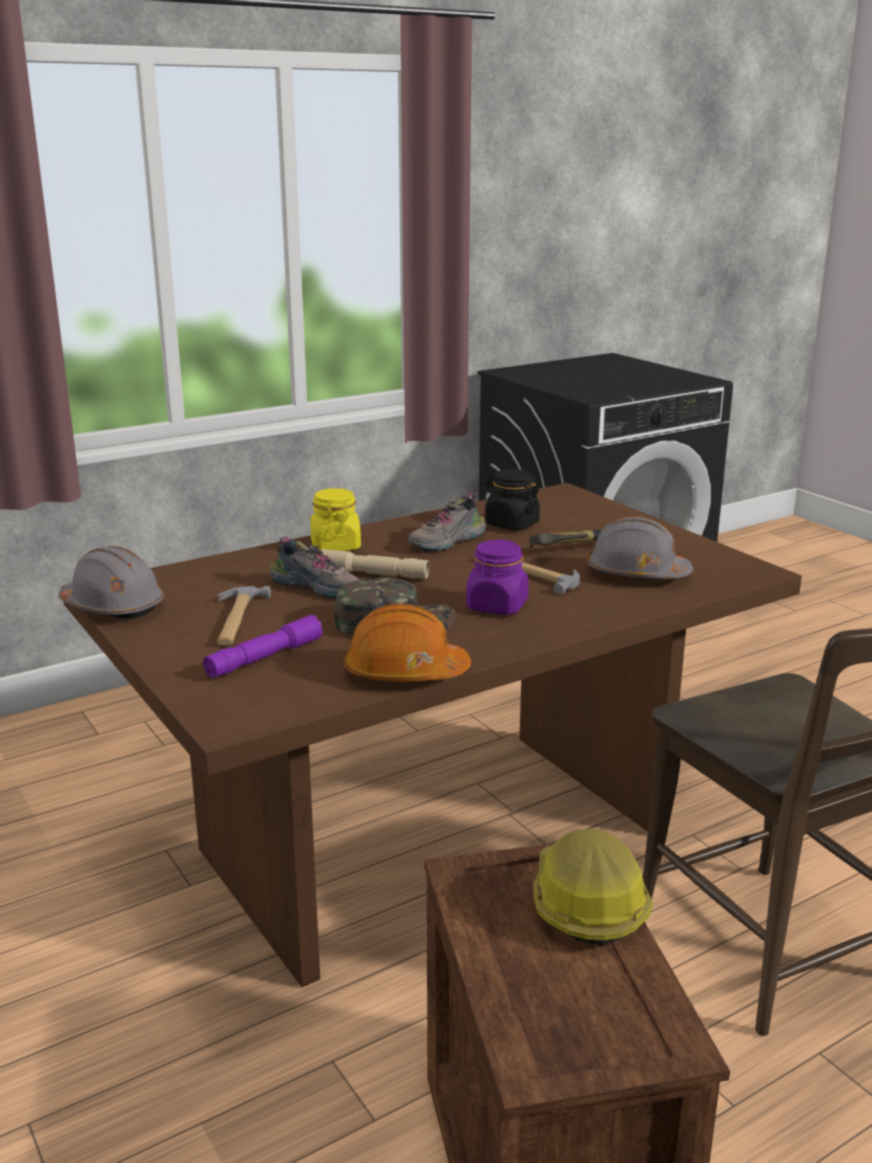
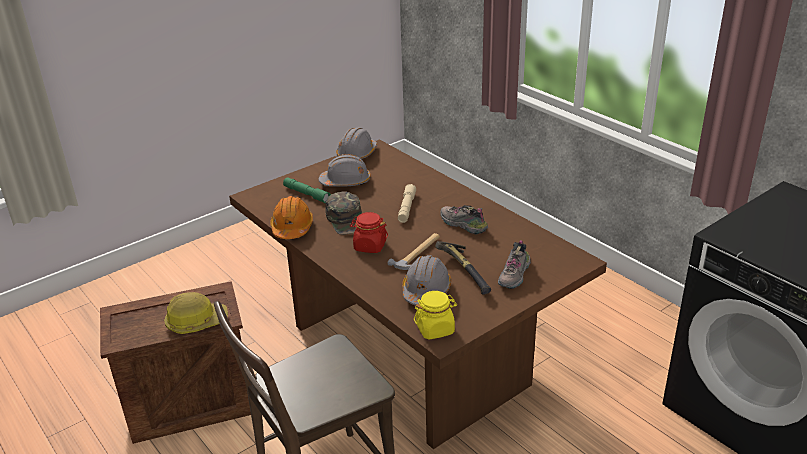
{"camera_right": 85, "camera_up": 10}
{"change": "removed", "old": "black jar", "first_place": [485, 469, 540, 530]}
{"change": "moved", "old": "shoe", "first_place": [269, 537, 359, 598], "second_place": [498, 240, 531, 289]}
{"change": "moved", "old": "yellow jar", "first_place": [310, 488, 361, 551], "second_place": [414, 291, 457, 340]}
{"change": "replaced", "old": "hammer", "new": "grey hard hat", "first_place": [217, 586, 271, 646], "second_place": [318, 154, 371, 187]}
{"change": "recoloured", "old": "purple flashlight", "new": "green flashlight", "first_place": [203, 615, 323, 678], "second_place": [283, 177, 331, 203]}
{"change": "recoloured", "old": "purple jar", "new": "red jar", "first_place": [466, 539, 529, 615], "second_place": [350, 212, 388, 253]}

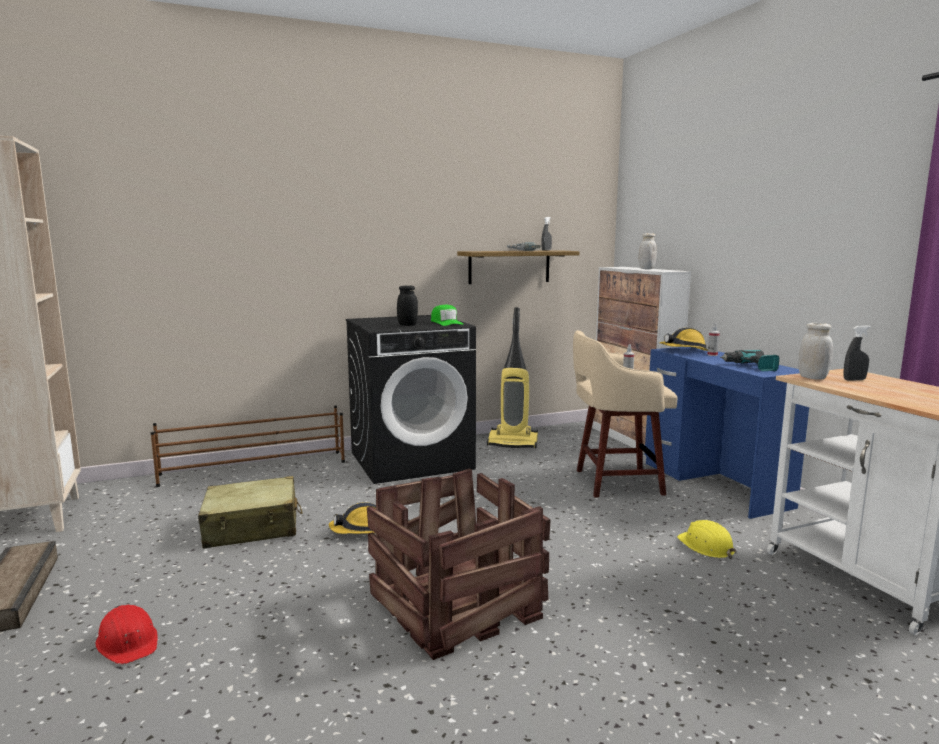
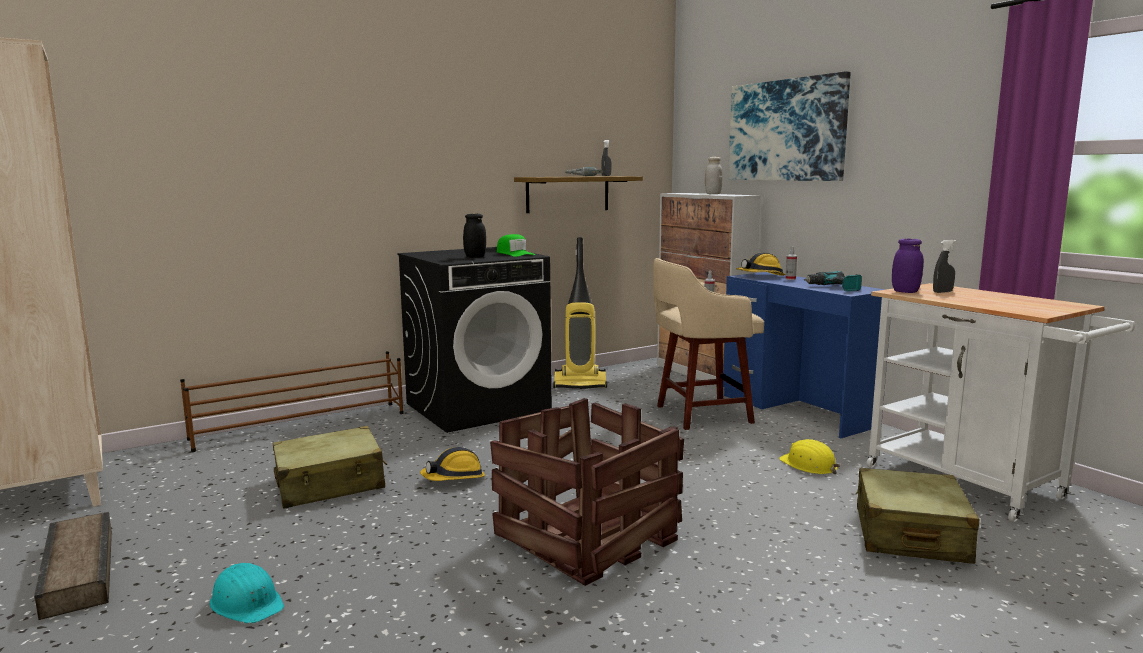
{"camera_right": -10, "camera_up": 0}
{"change": "added", "new": "picture", "second_place": [728, 71, 851, 181]}
{"change": "added", "new": "beige suitcase", "second_place": [855, 468, 979, 564]}
{"change": "recoloured", "old": "red hard hat", "new": "turquoise hard hat", "first_place": [96, 605, 158, 664], "second_place": [209, 563, 284, 624]}
{"change": "recoloured", "old": "white jar", "new": "purple jar", "first_place": [798, 323, 833, 380], "second_place": [892, 239, 924, 293]}

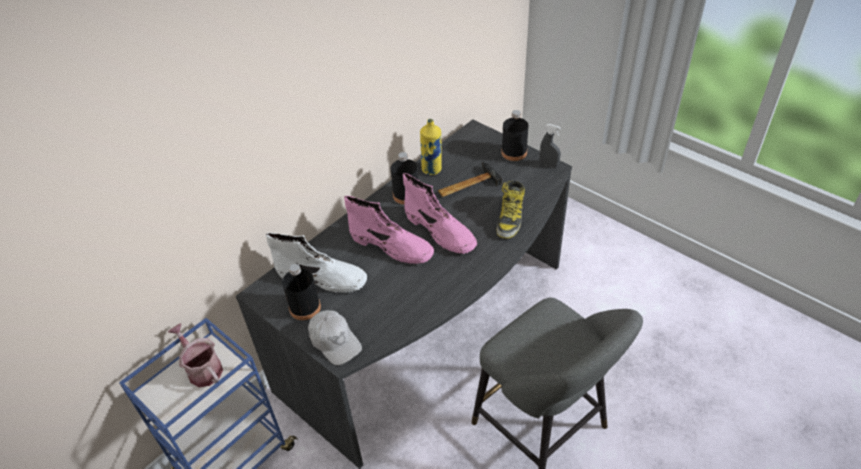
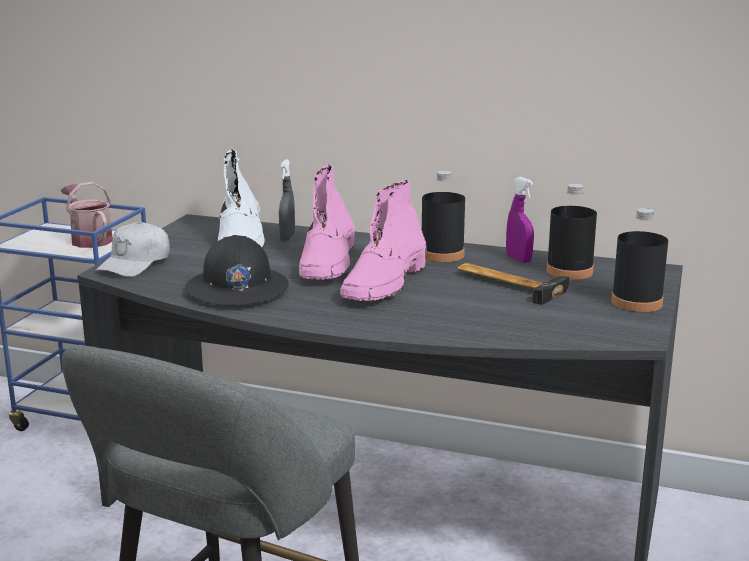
{"camera_right": 65, "camera_up": -25}
{"change": "removed", "old": "boot", "first_place": [497, 181, 525, 239]}
{"change": "added", "new": "black hard hat", "second_place": [185, 235, 289, 305]}
{"change": "moved", "old": "black bottle", "first_place": [282, 264, 321, 320], "second_place": [546, 184, 597, 280]}
{"change": "moved", "old": "grey spray bottle", "first_place": [539, 124, 561, 168], "second_place": [279, 159, 295, 241]}
{"change": "replaced", "old": "yellow bottle", "new": "purple spray bottle", "first_place": [420, 119, 442, 175], "second_place": [506, 177, 534, 263]}
{"change": "turned", "old": "watering can", "first_place": [168, 323, 223, 387], "second_place": [61, 182, 113, 248], "degrees": -60}

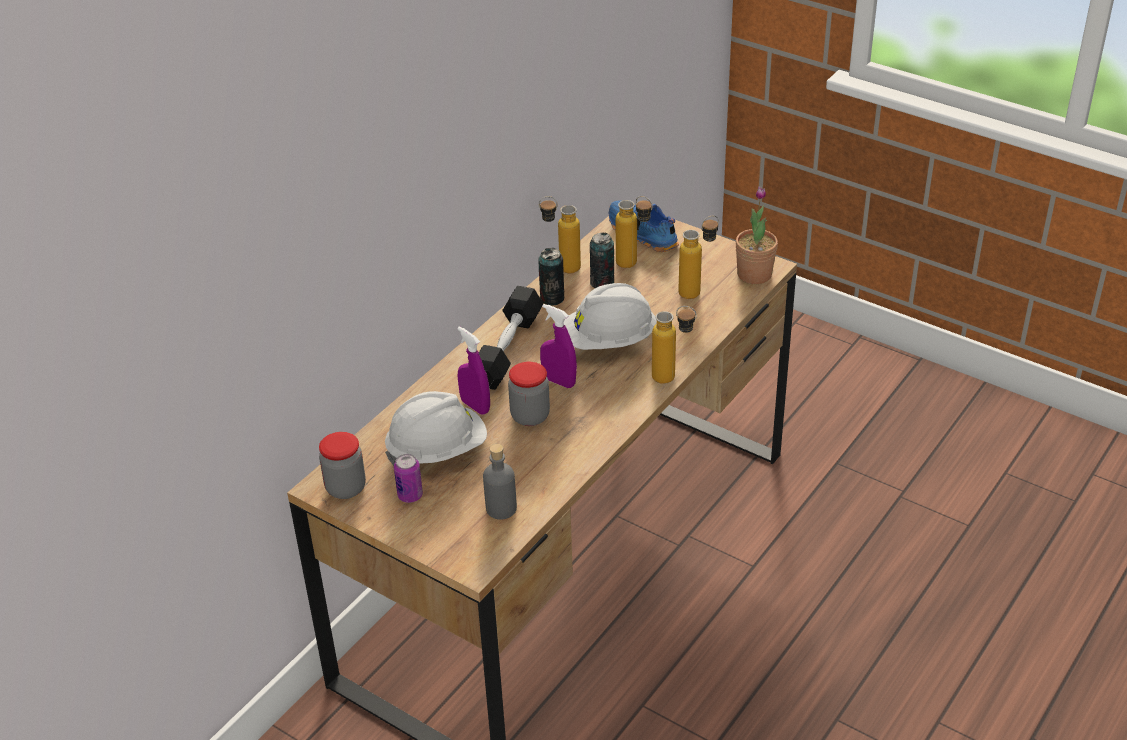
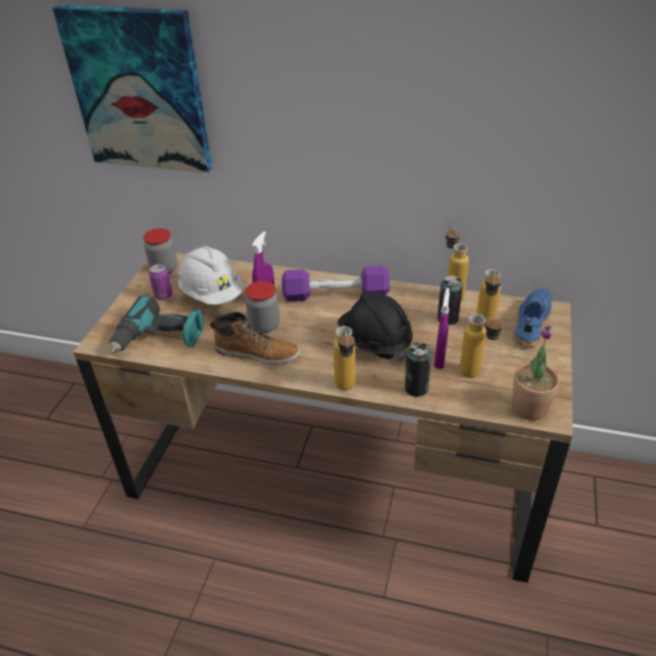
{"camera_right": 70, "camera_up": 0}
{"change": "added", "new": "picture", "second_place": [53, 5, 212, 173]}
{"change": "added", "new": "boot", "second_place": [210, 312, 300, 365]}
{"change": "moved", "old": "can", "first_place": [538, 248, 564, 306], "second_place": [405, 342, 431, 397]}
{"change": "moved", "old": "purple spray bottle", "first_place": [540, 304, 577, 388], "second_place": [434, 288, 450, 369]}
{"change": "replaced", "old": "grey bottle", "new": "power drill", "first_place": [483, 444, 517, 520], "second_place": [109, 295, 204, 353]}
{"change": "recoloured", "old": "black dumbbell", "new": "purple dumbbell", "first_place": [479, 286, 543, 390], "second_place": [282, 266, 390, 302]}
{"change": "recoloured", "old": "white hard hat", "new": "black hard hat", "first_place": [564, 283, 657, 350], "second_place": [338, 291, 413, 362]}

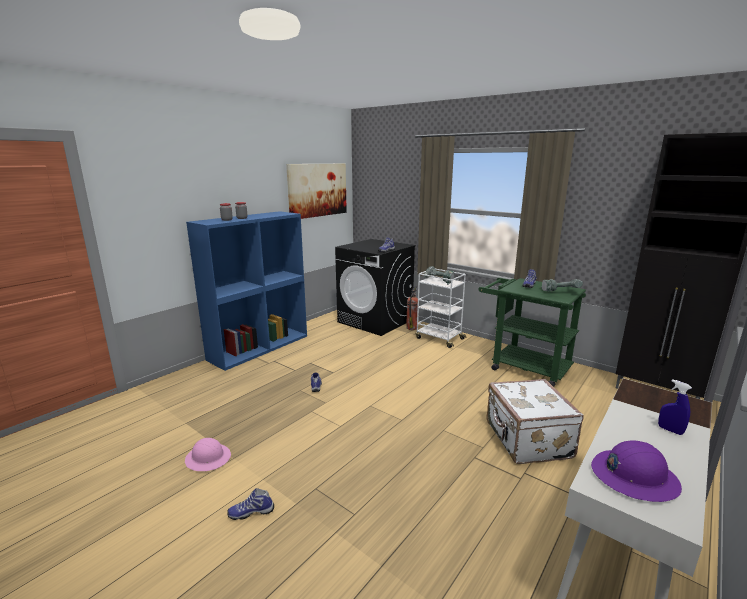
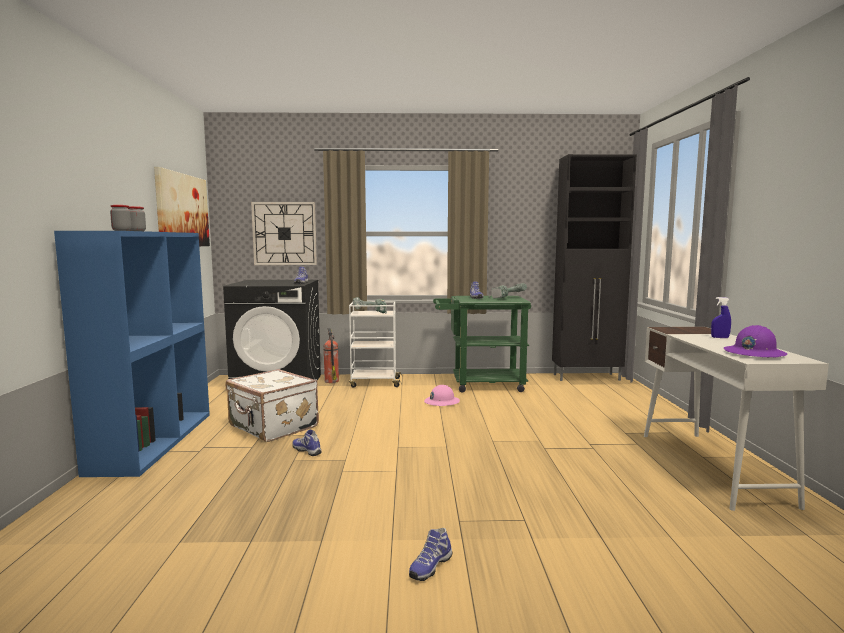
{"camera_right": -40, "camera_up": -10}
{"change": "added", "new": "wall clock", "second_place": [251, 202, 317, 265]}
{"change": "moved", "old": "pink hard hat", "first_place": [185, 438, 231, 471], "second_place": [424, 385, 460, 406]}
{"change": "moved", "old": "white suitcase", "first_place": [487, 379, 584, 464], "second_place": [226, 369, 319, 442]}

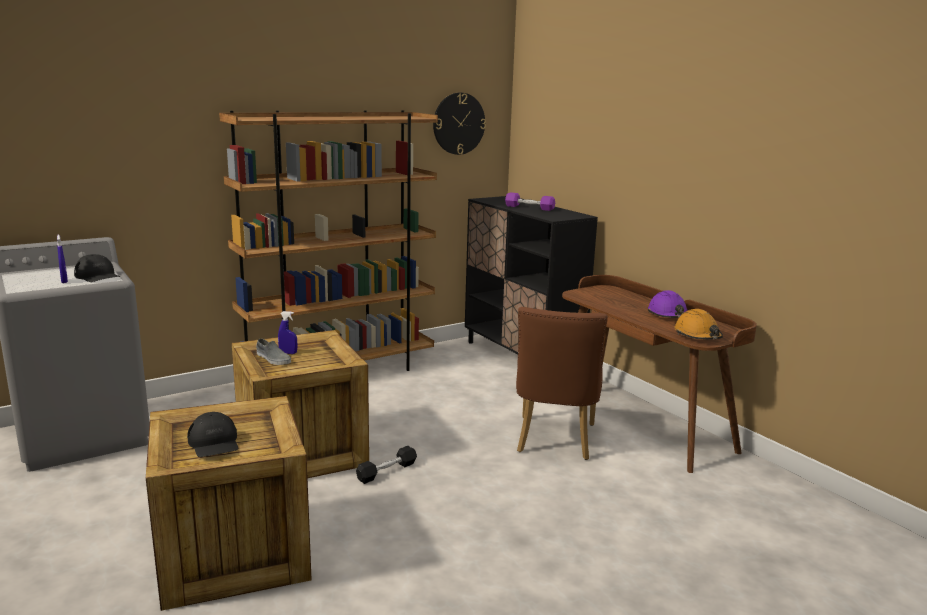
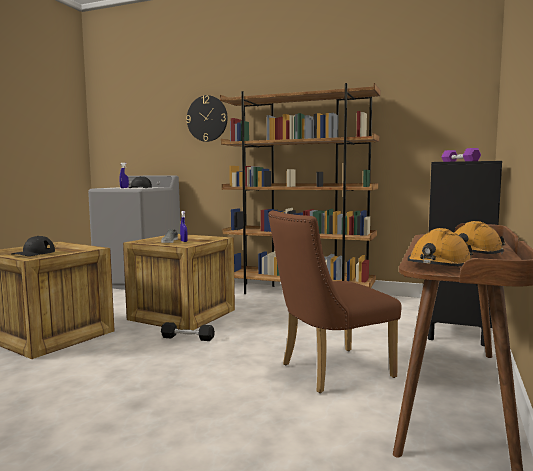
{"camera_right": 55, "camera_up": -10}
{"change": "moved", "old": "wall clock", "first_place": [433, 93, 486, 155], "second_place": [186, 95, 228, 142]}
{"change": "recoloured", "old": "purple hard hat", "new": "orange hard hat", "first_place": [648, 290, 688, 318], "second_place": [455, 221, 505, 255]}

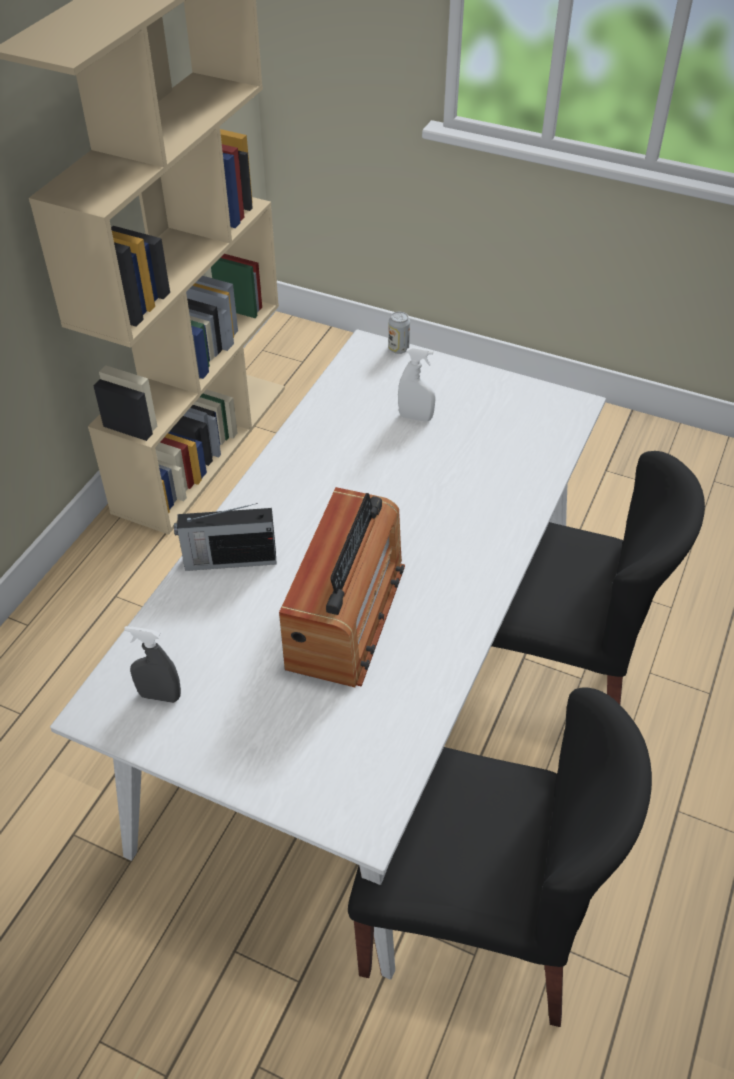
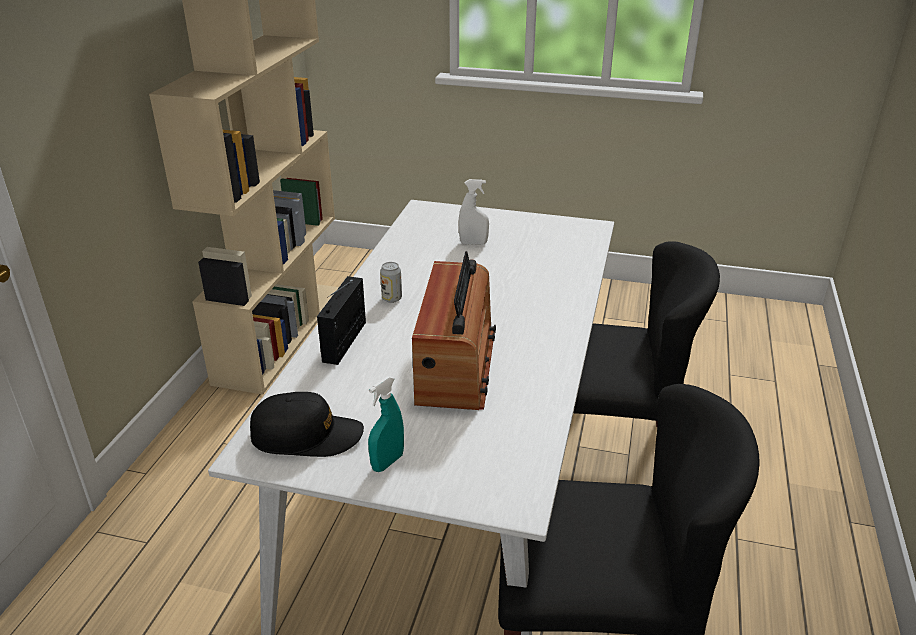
{"camera_right": -10, "camera_up": -15}
{"change": "added", "new": "turquoise spray bottle", "second_place": [368, 377, 404, 472]}
{"change": "moved", "old": "can", "first_place": [388, 312, 410, 354], "second_place": [380, 262, 402, 303]}
{"change": "replaced", "old": "grey spray bottle", "new": "black cap", "first_place": [124, 626, 181, 703], "second_place": [250, 392, 364, 457]}
{"change": "turned", "old": "radio", "first_place": [174, 503, 277, 571], "second_place": [317, 276, 366, 365], "degrees": 120}

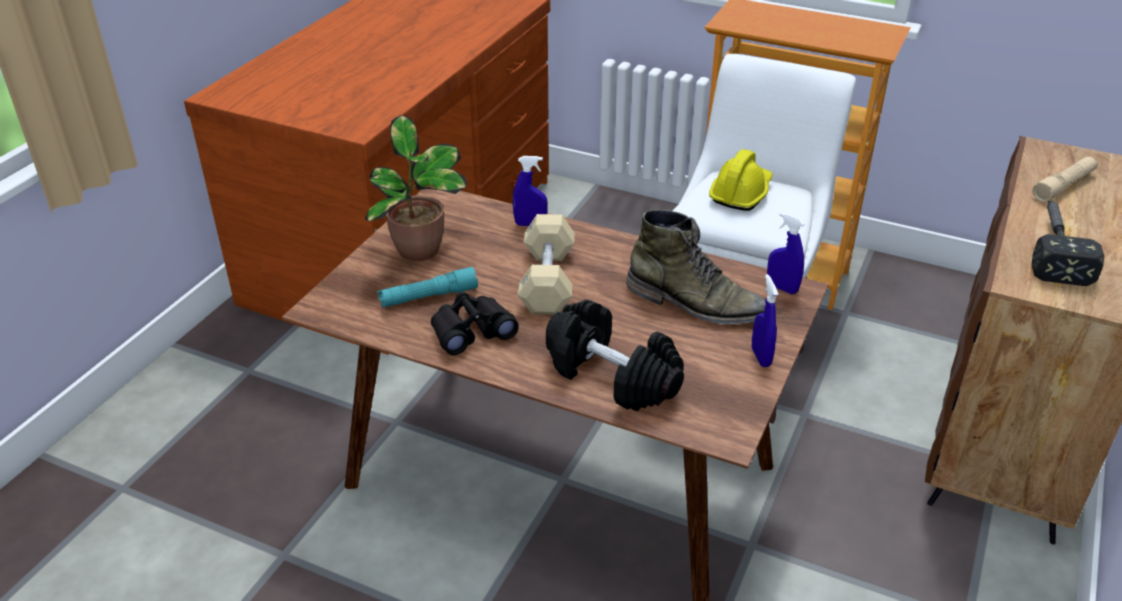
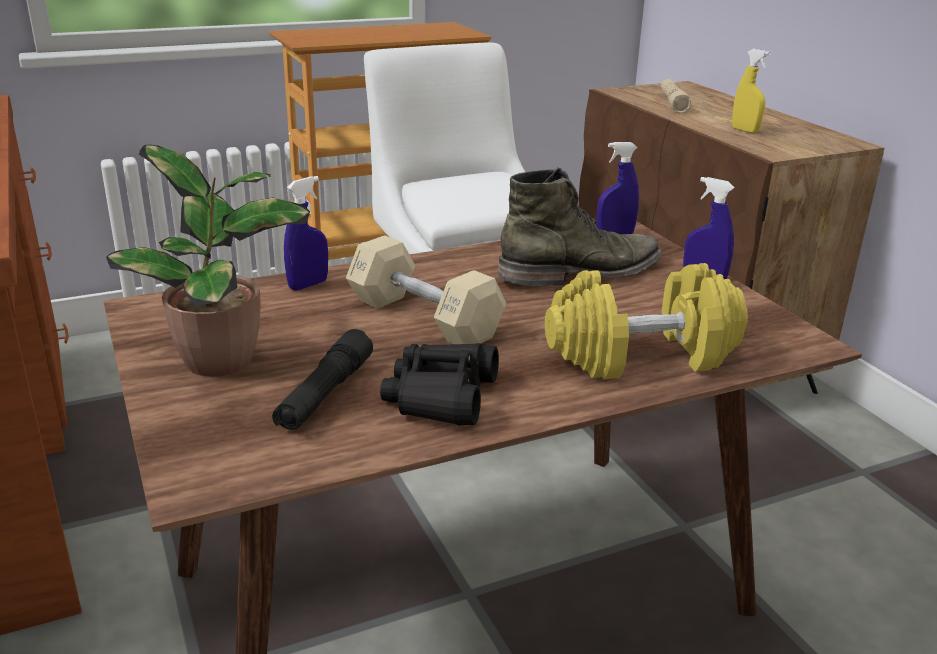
{"camera_right": -50, "camera_up": -10}
{"change": "removed", "old": "yellow hard hat", "first_place": [709, 149, 773, 211]}
{"change": "replaced", "old": "hammer", "new": "yellow spray bottle", "first_place": [1032, 201, 1104, 286], "second_place": [732, 49, 770, 133]}
{"change": "recoloured", "old": "turquoise flashlight", "new": "black flashlight", "first_place": [377, 267, 478, 307], "second_place": [272, 329, 373, 430]}
{"change": "recoloured", "old": "black dumbbell", "new": "yellow dumbbell", "first_place": [546, 299, 684, 411], "second_place": [545, 263, 748, 379]}

